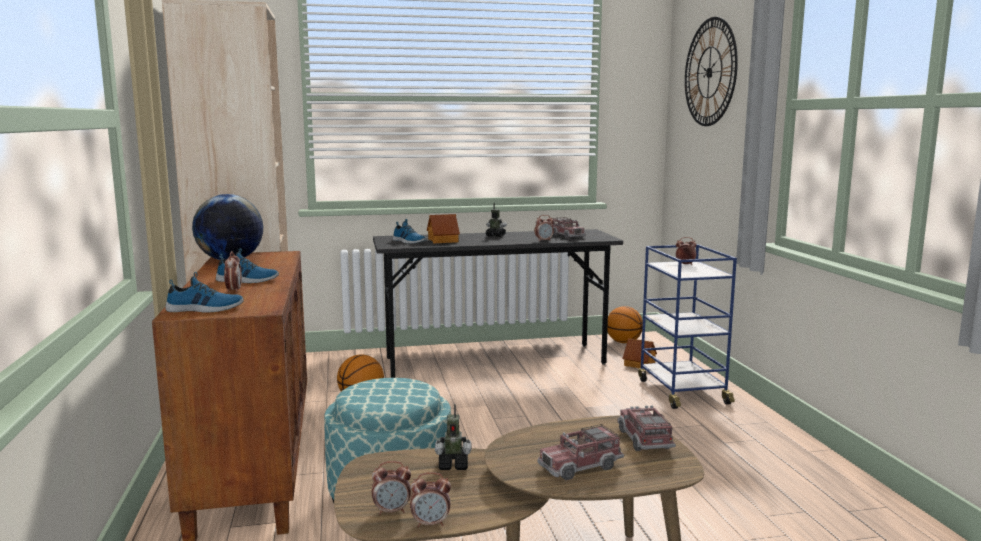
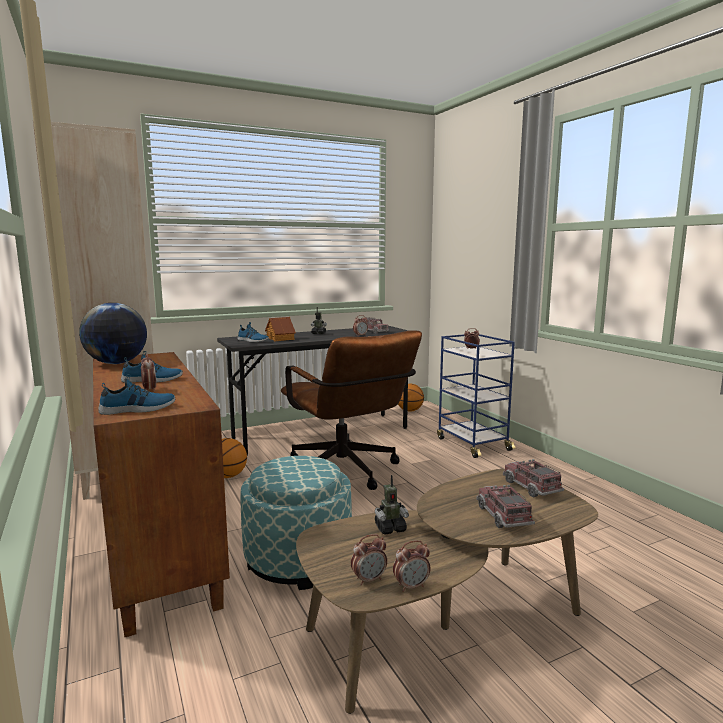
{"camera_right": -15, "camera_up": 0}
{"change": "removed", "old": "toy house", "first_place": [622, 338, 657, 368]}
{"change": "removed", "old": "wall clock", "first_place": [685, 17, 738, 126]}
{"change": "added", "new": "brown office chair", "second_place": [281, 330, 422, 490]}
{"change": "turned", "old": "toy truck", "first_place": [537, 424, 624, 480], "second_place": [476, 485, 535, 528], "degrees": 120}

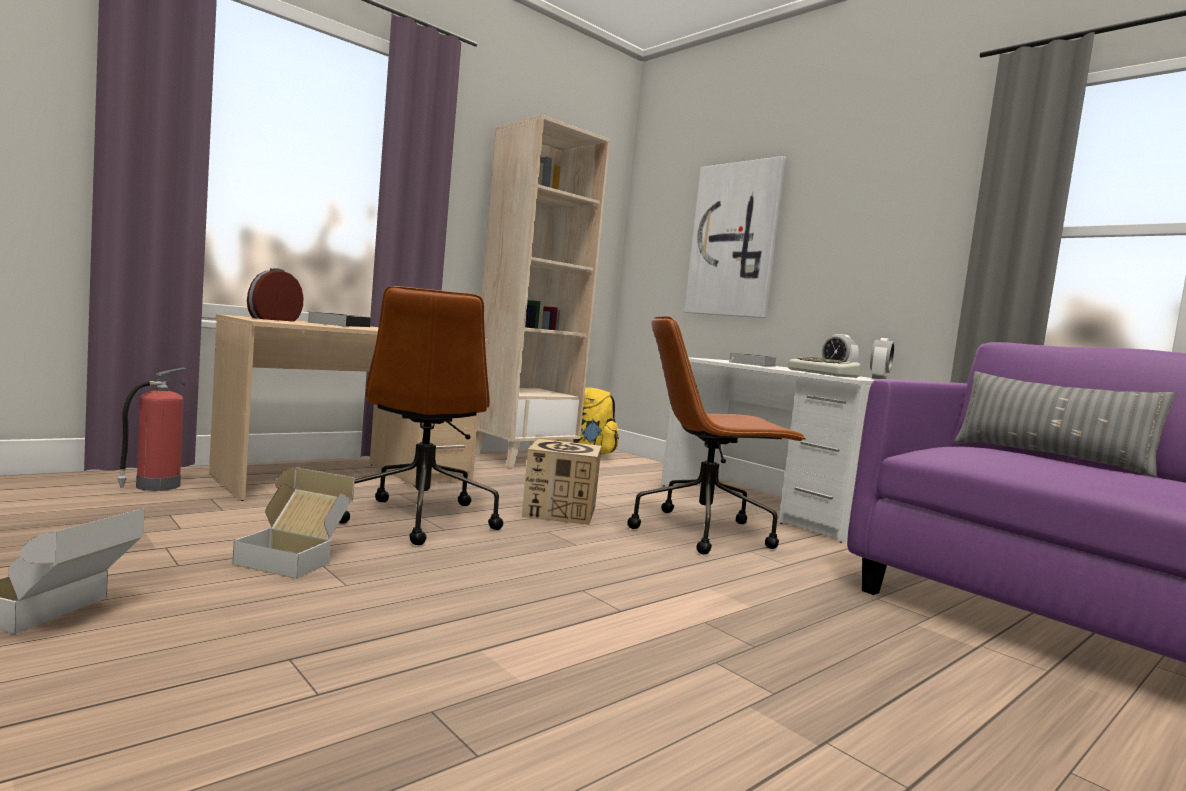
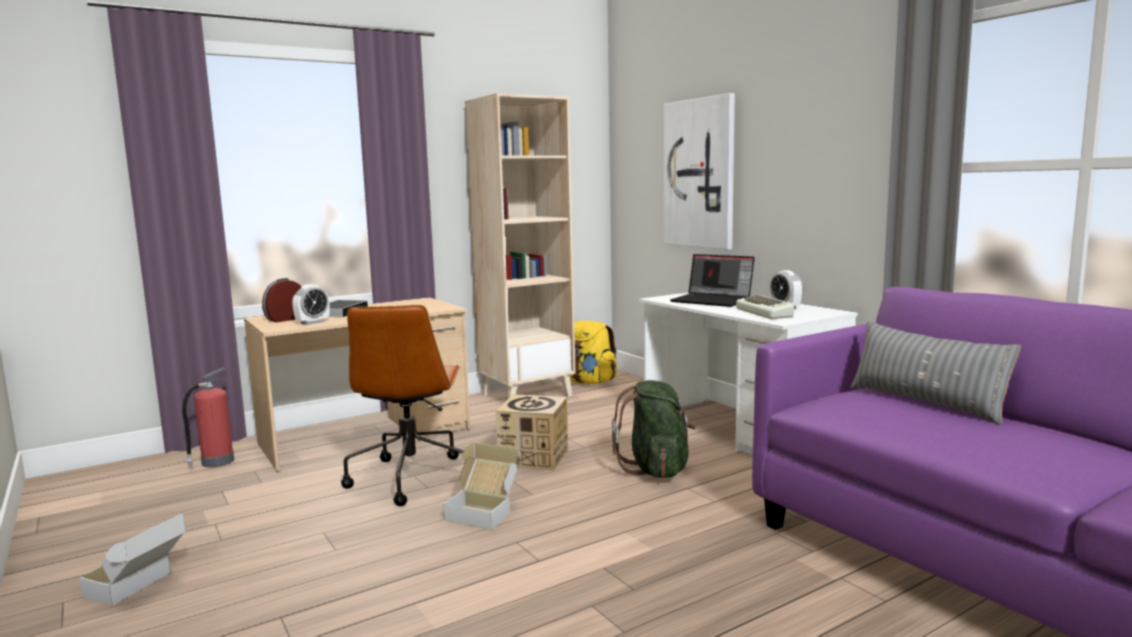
{"camera_right": 10, "camera_up": 5}
{"change": "moved", "old": "cardboard box", "first_place": [232, 467, 355, 579], "second_place": [443, 442, 520, 530]}
{"change": "moved", "old": "alarm clock", "first_place": [870, 338, 894, 379], "second_place": [292, 284, 330, 325]}
{"change": "replaced", "old": "brown office chair", "new": "green backpack", "first_place": [627, 316, 806, 554], "second_place": [612, 380, 696, 478]}
{"change": "replaced", "old": "book", "new": "laptop", "first_place": [729, 353, 776, 366], "second_place": [670, 254, 755, 307]}

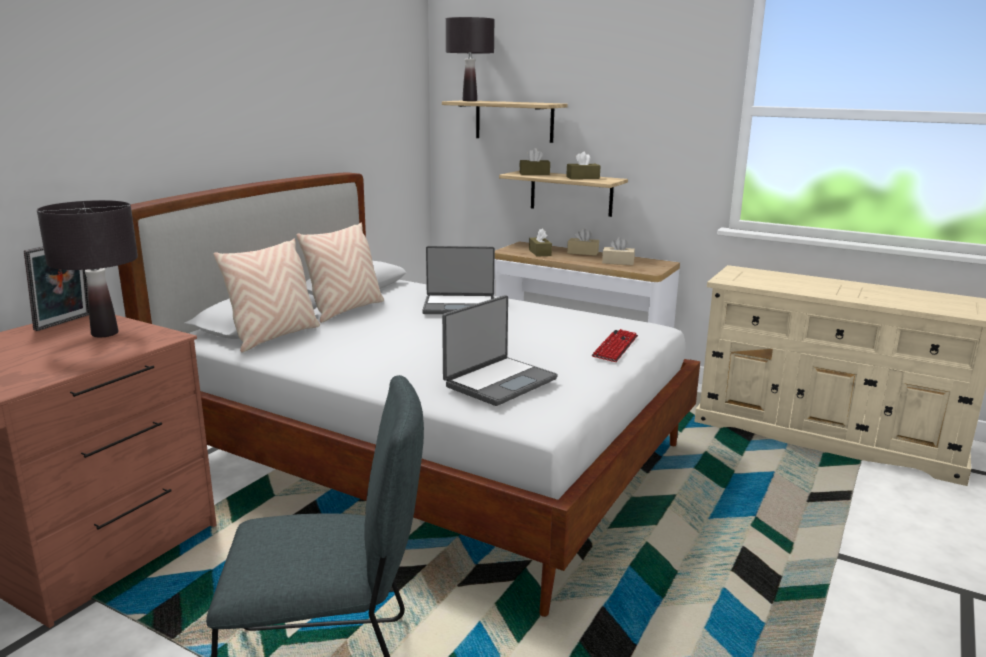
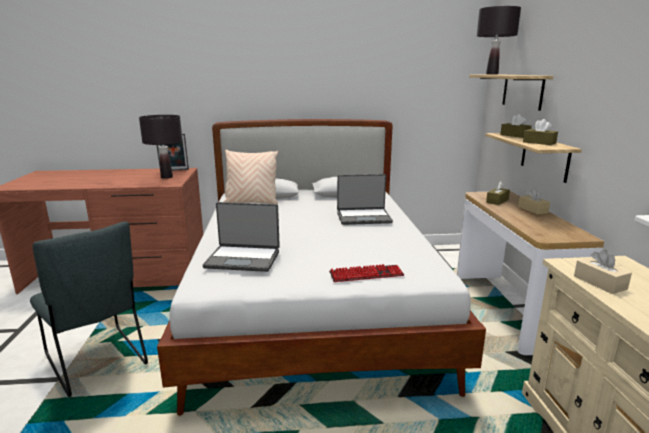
{"camera_right": 55, "camera_up": 0}
{"change": "removed", "old": "beige pillow", "first_place": [296, 223, 384, 323]}
{"change": "moved", "old": "beige tissue box", "first_place": [602, 237, 635, 265], "second_place": [574, 250, 632, 294]}
{"change": "turned", "old": "laptop", "first_place": [422, 246, 495, 314], "second_place": [337, 174, 393, 225], "degrees": -60}

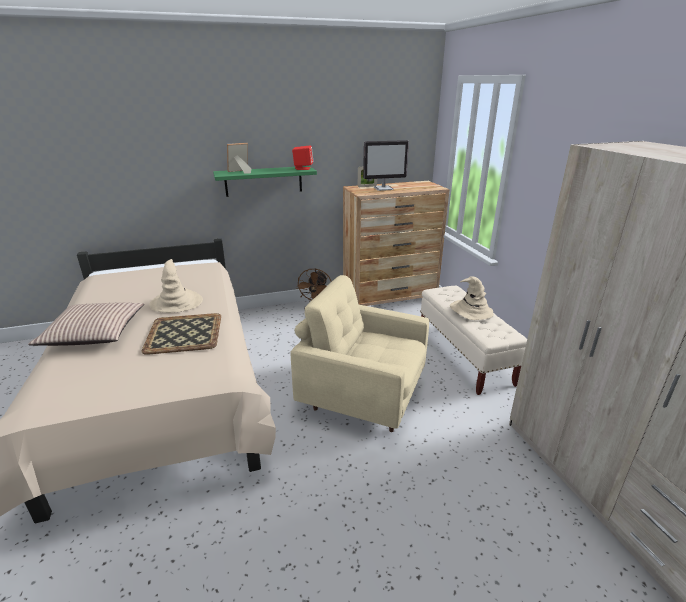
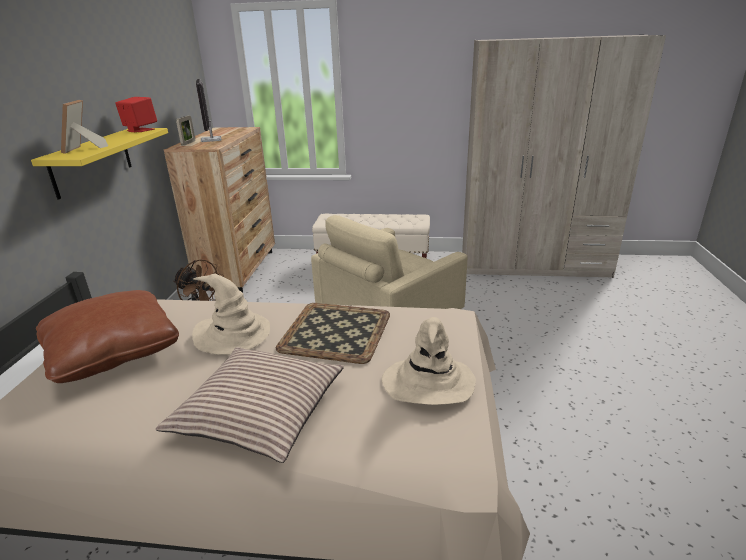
{"camera_right": -65, "camera_up": 0}
{"change": "added", "new": "brown pillow", "second_place": [36, 290, 179, 383]}
{"change": "moved", "old": "beige hat", "first_place": [450, 276, 494, 320], "second_place": [382, 317, 476, 405]}
{"change": "recoloured", "old": "green shelf", "new": "yellow shelf", "first_place": [213, 166, 317, 197], "second_place": [31, 128, 168, 200]}
{"change": "turned", "old": "monitor", "first_place": [363, 140, 409, 191], "second_place": [196, 79, 222, 142], "degrees": 150}

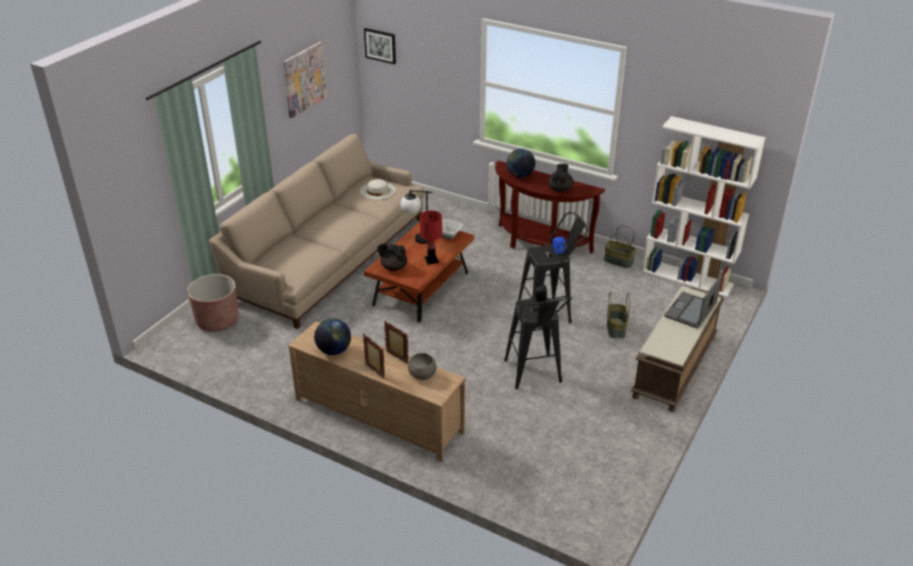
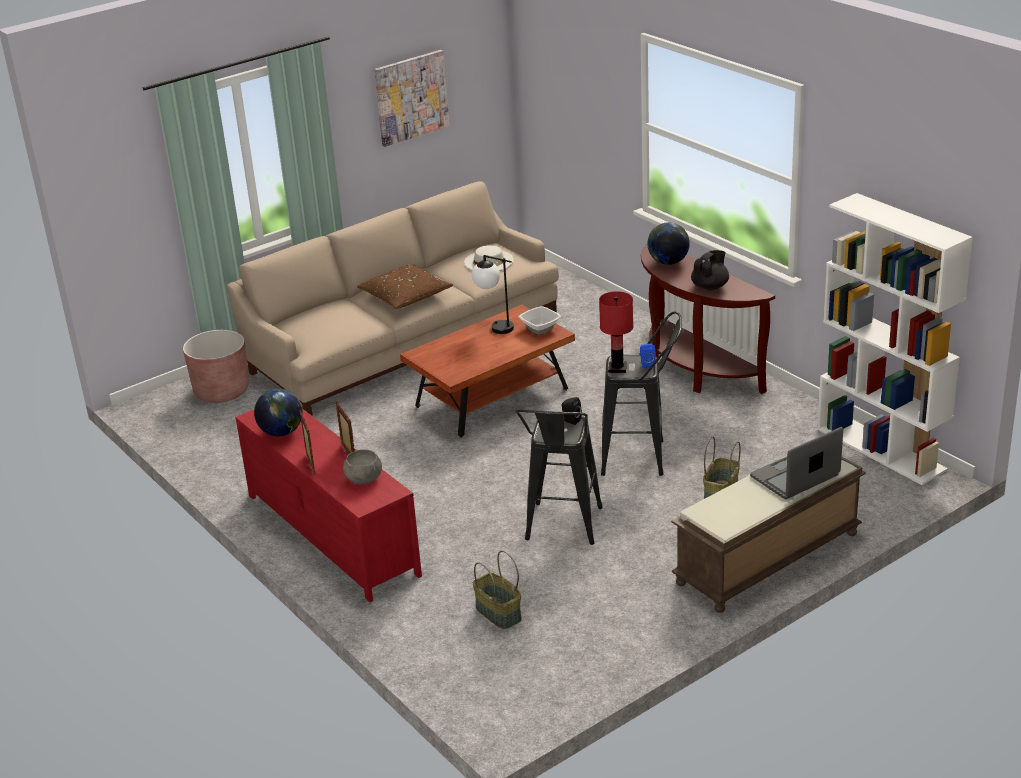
{"camera_right": 25, "camera_up": -5}
{"change": "removed", "old": "picture", "first_place": [364, 28, 396, 65]}
{"change": "removed", "old": "black teapot", "first_place": [377, 243, 407, 271]}
{"change": "added", "new": "brown pillow", "second_place": [357, 264, 453, 309]}
{"change": "moved", "old": "red table lamp", "first_place": [420, 211, 442, 264], "second_place": [599, 291, 633, 373]}
{"change": "moved", "old": "basket", "first_place": [604, 225, 636, 268], "second_place": [473, 550, 522, 629]}
{"change": "recoloured", "old": "beige tv stand", "new": "red tv stand", "first_place": [288, 321, 465, 462], "second_place": [235, 409, 422, 602]}

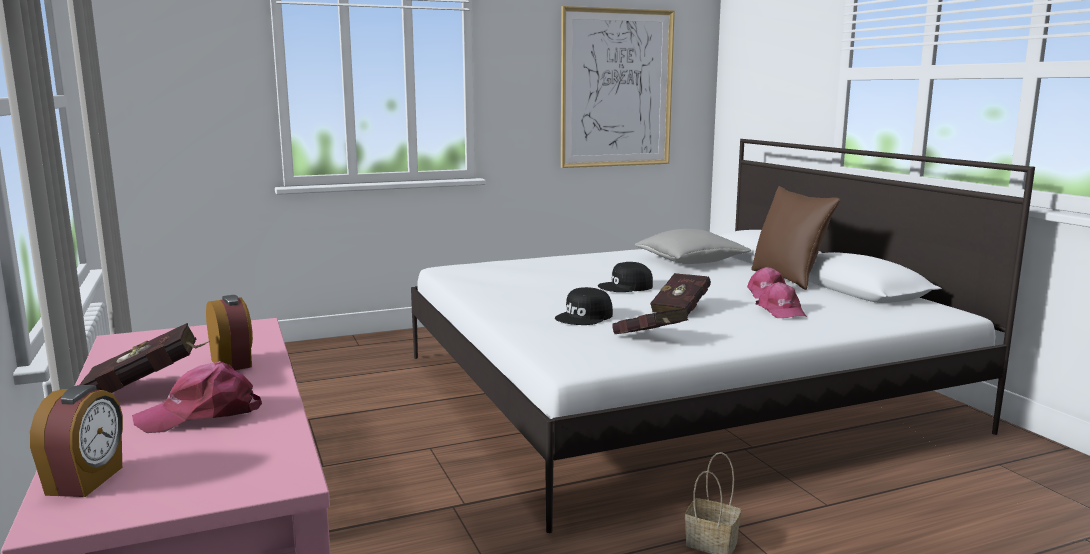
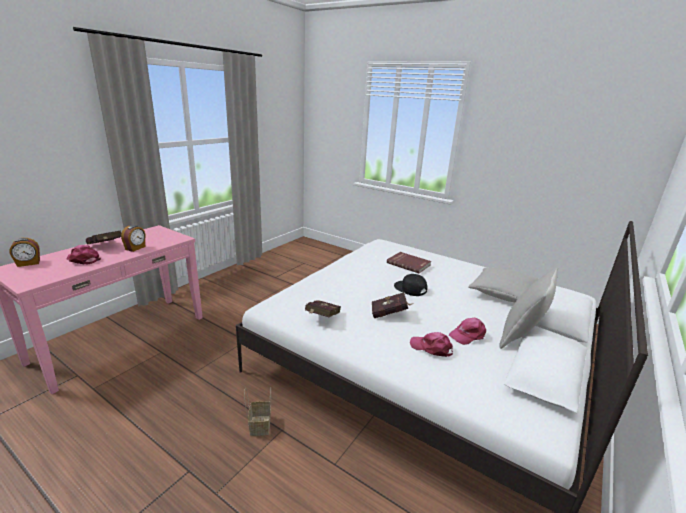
{"camera_right": 55, "camera_up": 10}
{"change": "removed", "old": "black cap", "first_place": [555, 287, 613, 325]}
{"change": "removed", "old": "picture", "first_place": [561, 6, 675, 168]}
{"change": "added", "new": "red book", "second_place": [387, 252, 431, 273]}
{"change": "recoloured", "old": "brown pillow", "new": "grey pillow", "first_place": [751, 186, 840, 290], "second_place": [499, 268, 558, 349]}
{"change": "turned", "old": "pink cap", "first_place": [755, 282, 807, 318], "second_place": [410, 332, 453, 357], "degrees": 75}

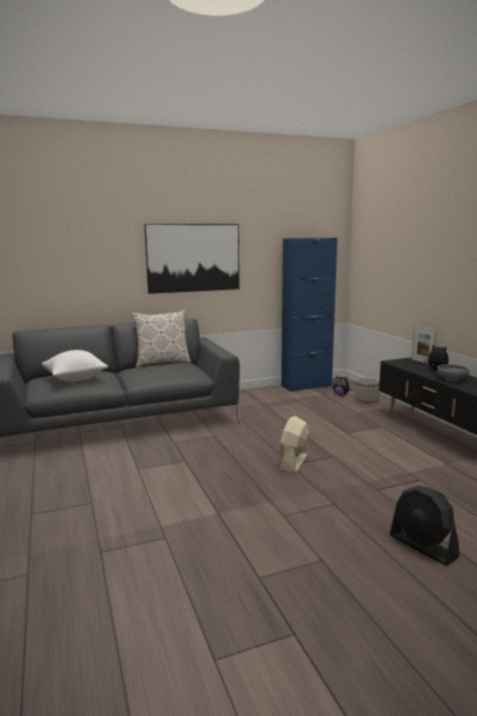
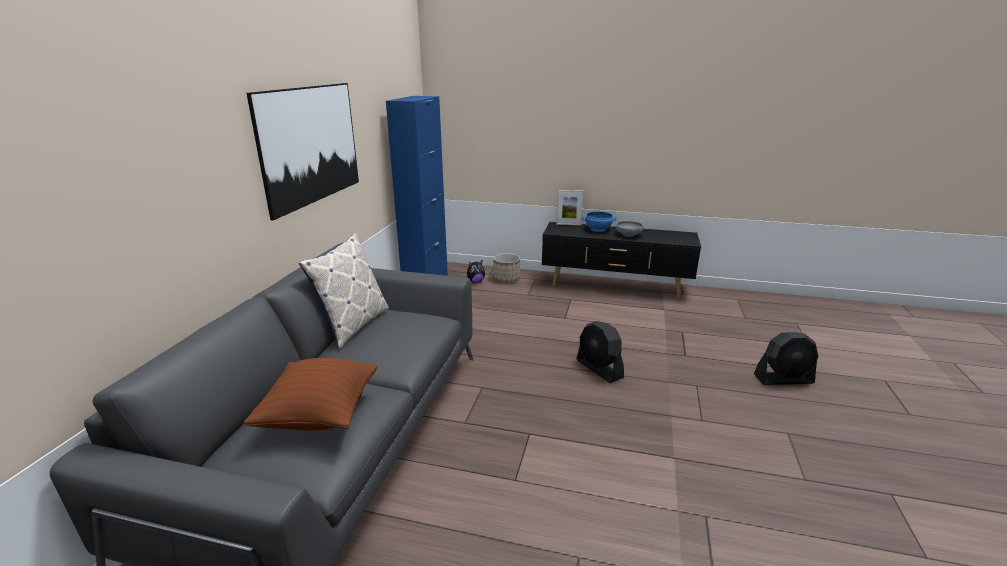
{"camera_right": -55, "camera_up": 10}
{"change": "replaced", "old": "plush toy", "new": "blue bowl", "first_place": [424, 344, 449, 370], "second_place": [582, 211, 616, 232]}
{"change": "recoloured", "old": "white pillow", "new": "brown pillow", "first_place": [42, 350, 108, 382], "second_place": [243, 358, 377, 430]}
{"change": "recoloured", "old": "beige fan", "new": "black fan", "first_place": [279, 416, 310, 473], "second_place": [576, 321, 624, 383]}

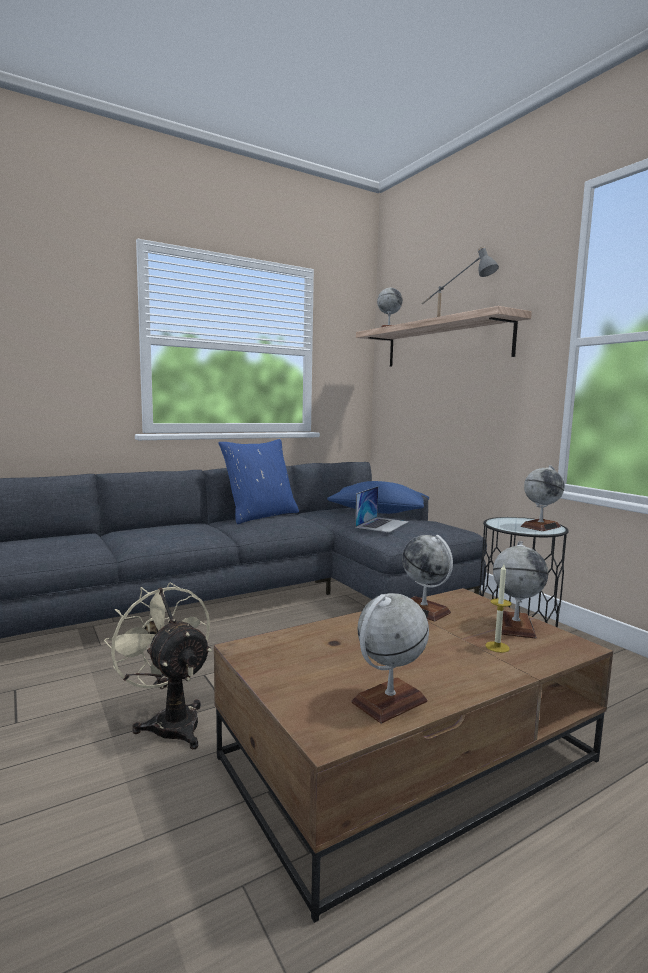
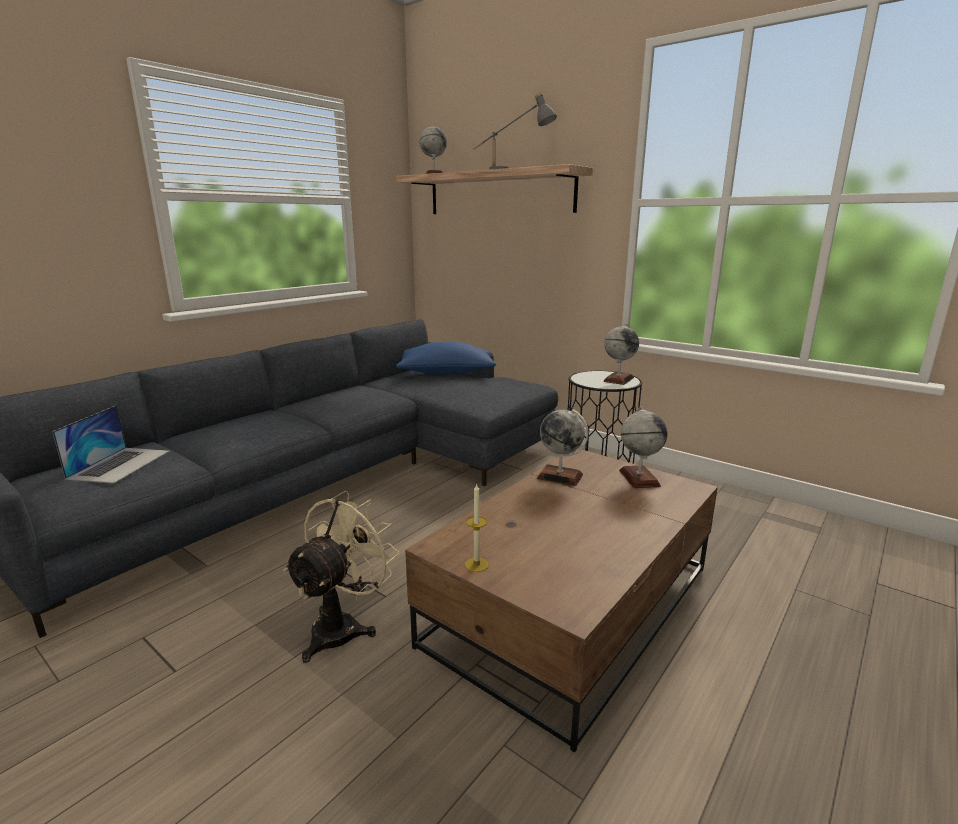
{"camera_right": -20, "camera_up": 10}
{"change": "removed", "old": "blue pillow", "first_place": [218, 439, 299, 524]}
{"change": "removed", "old": "globe", "first_place": [351, 593, 429, 724]}
{"change": "moved", "old": "laptop", "first_place": [355, 487, 409, 533], "second_place": [52, 405, 170, 483]}
{"change": "moved", "old": "candle", "first_place": [485, 564, 511, 653], "second_place": [465, 483, 489, 572]}
{"change": "turned", "old": "beige fan", "first_place": [104, 582, 212, 749], "second_place": [283, 491, 400, 663], "degrees": 90}

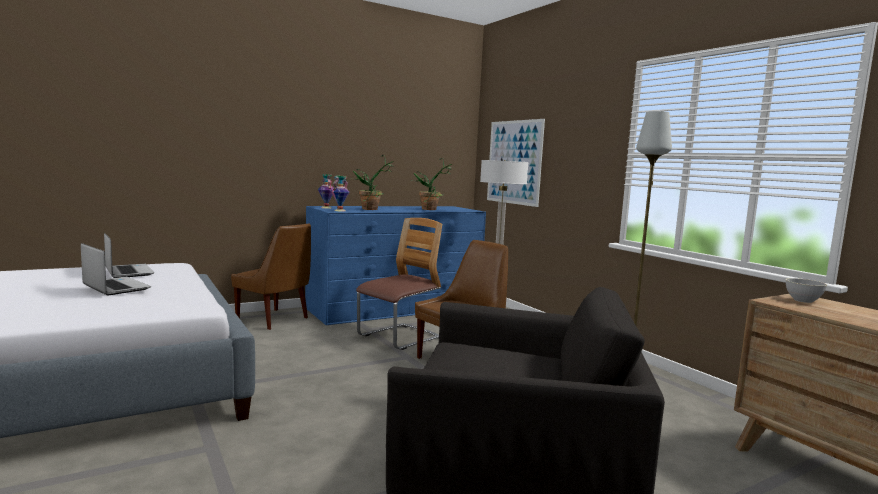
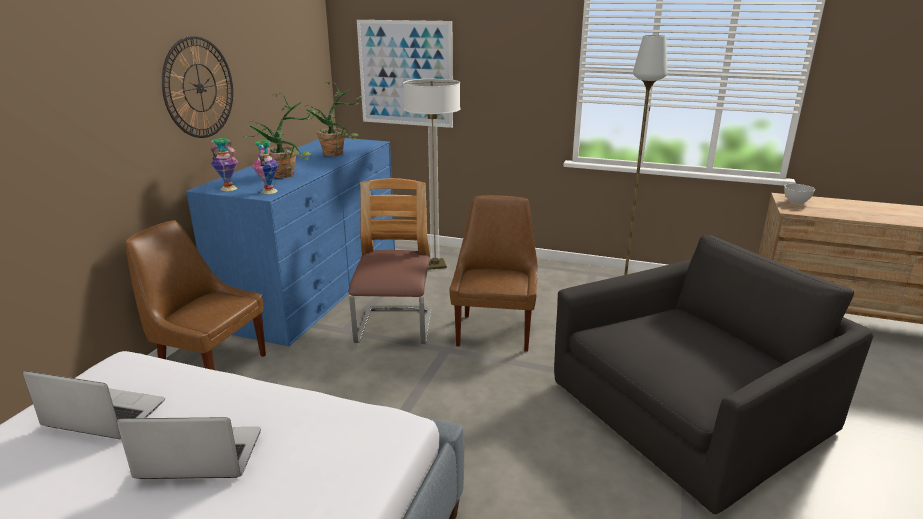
{"camera_right": -40, "camera_up": 15}
{"change": "added", "new": "wall clock", "second_place": [162, 36, 233, 138]}
{"change": "turned", "old": "brown chair", "first_place": [231, 223, 311, 330], "second_place": [125, 220, 266, 370], "degrees": -150}

